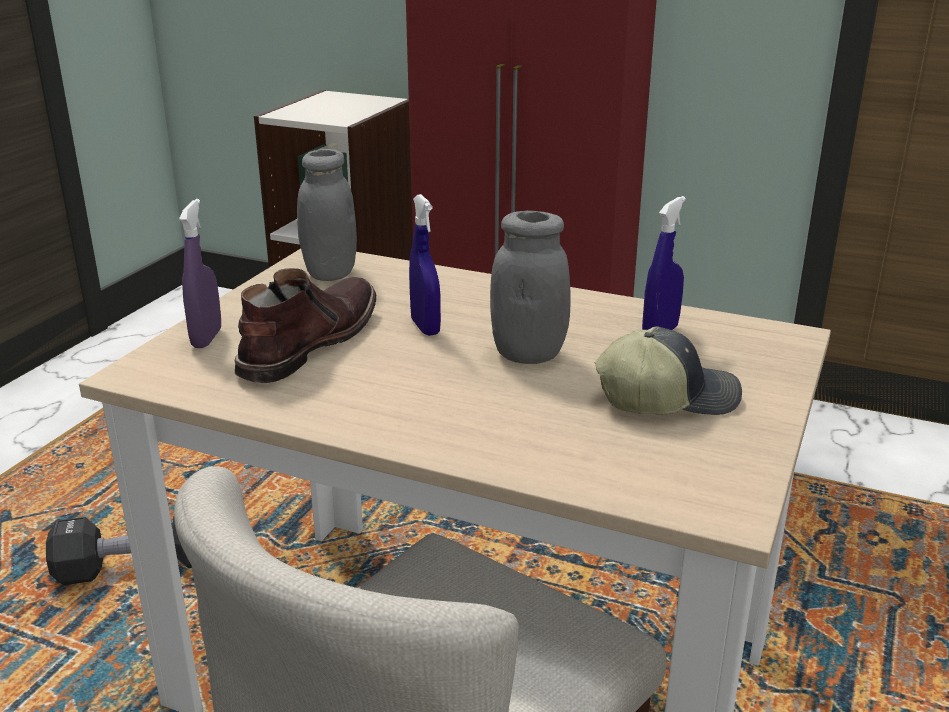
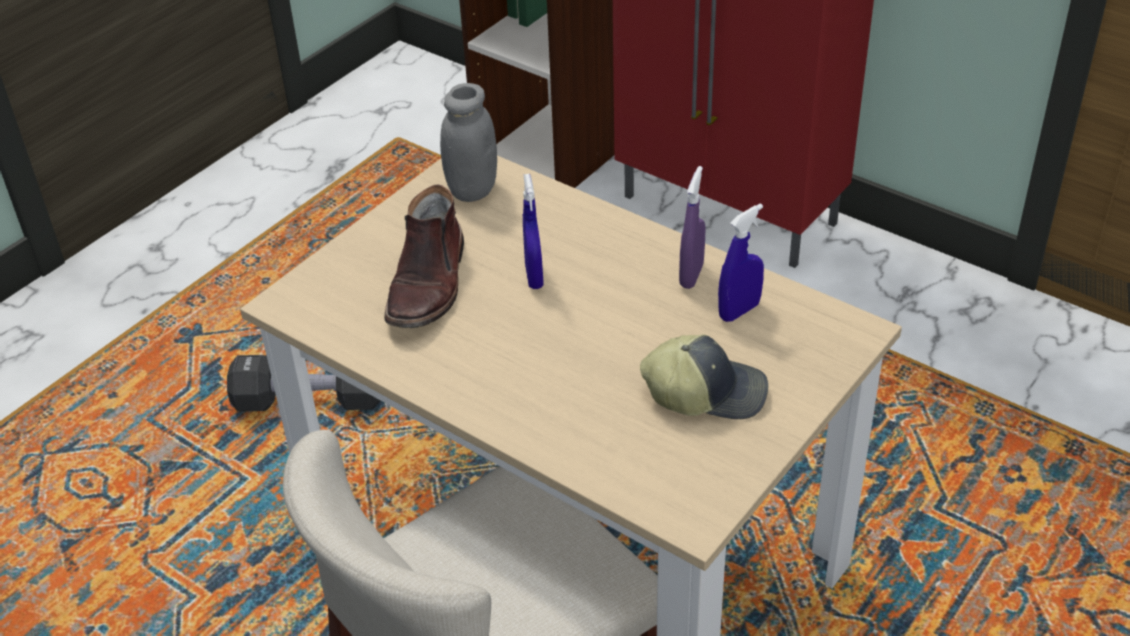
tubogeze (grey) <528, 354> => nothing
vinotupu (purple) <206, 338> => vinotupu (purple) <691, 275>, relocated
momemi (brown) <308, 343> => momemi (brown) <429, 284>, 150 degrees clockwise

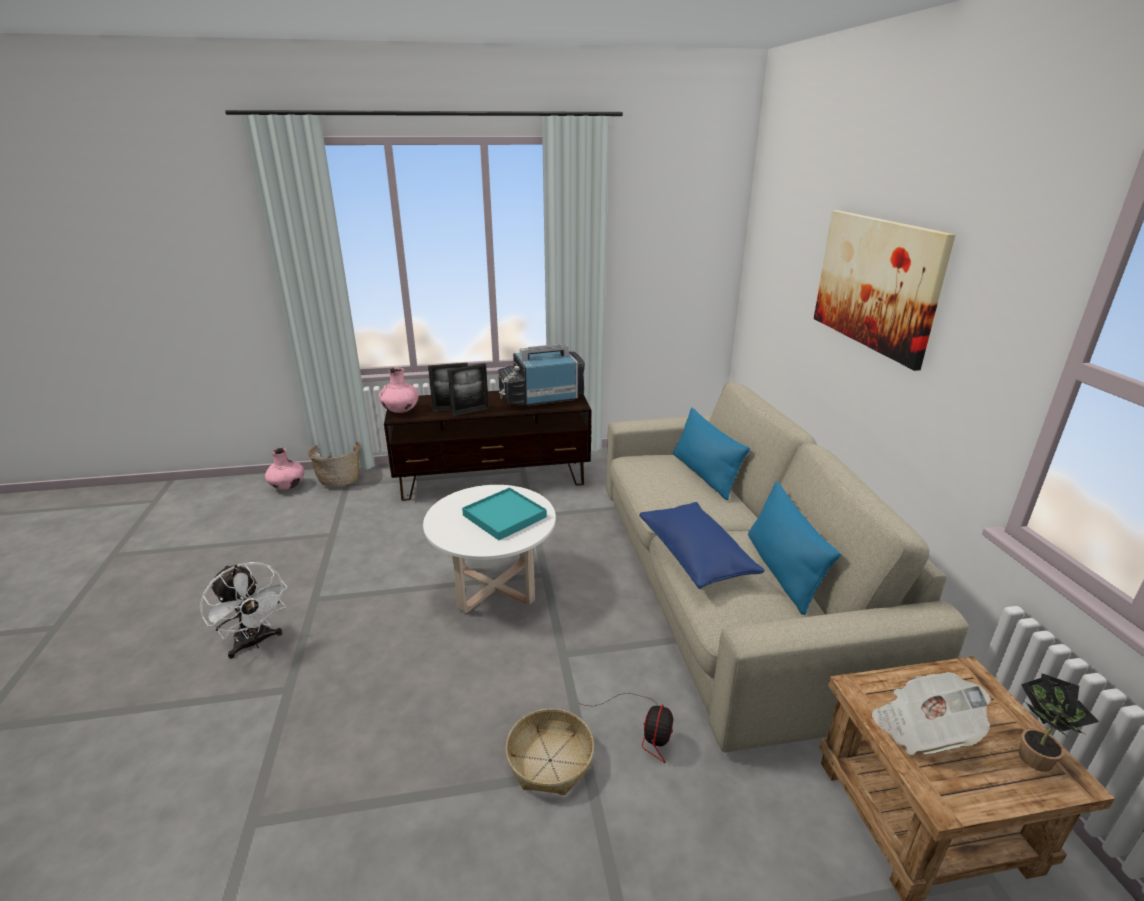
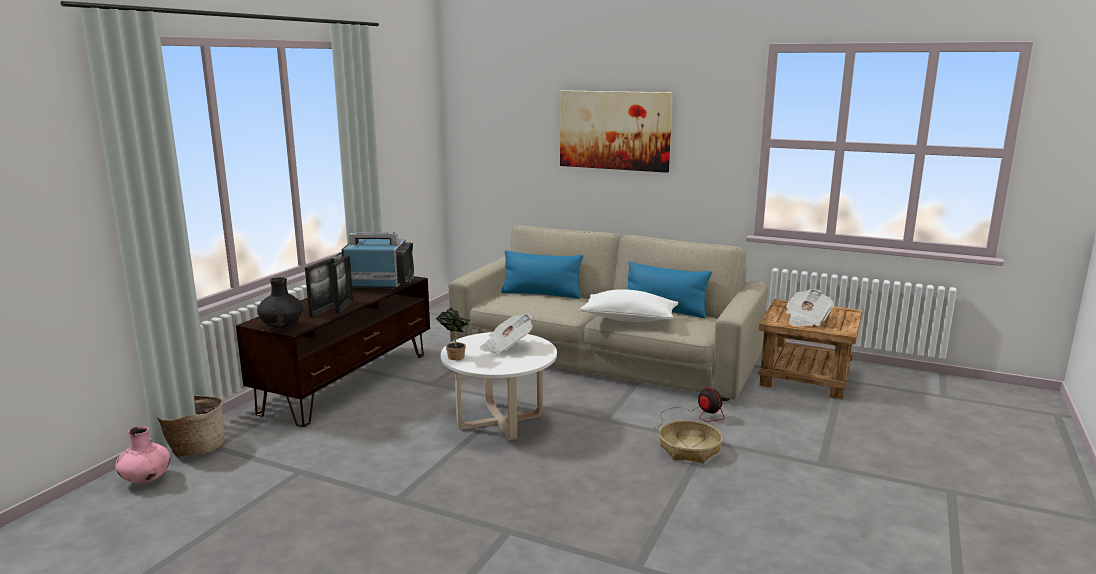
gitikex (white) <255, 643> => nothing
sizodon <1033, 754> => sizodon <454, 356>, relocated
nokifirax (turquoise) <504, 516> => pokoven <506, 347>
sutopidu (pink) <400, 411> => sutopidu (black) <281, 326>
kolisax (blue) <695, 557> => kolisax (white) <629, 319>
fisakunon <540, 398> => fisakunon <372, 284>, 75 degrees clockwise

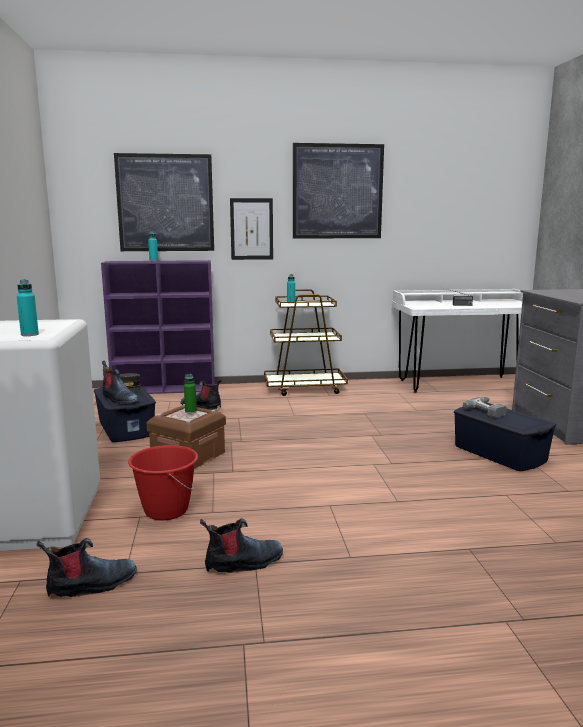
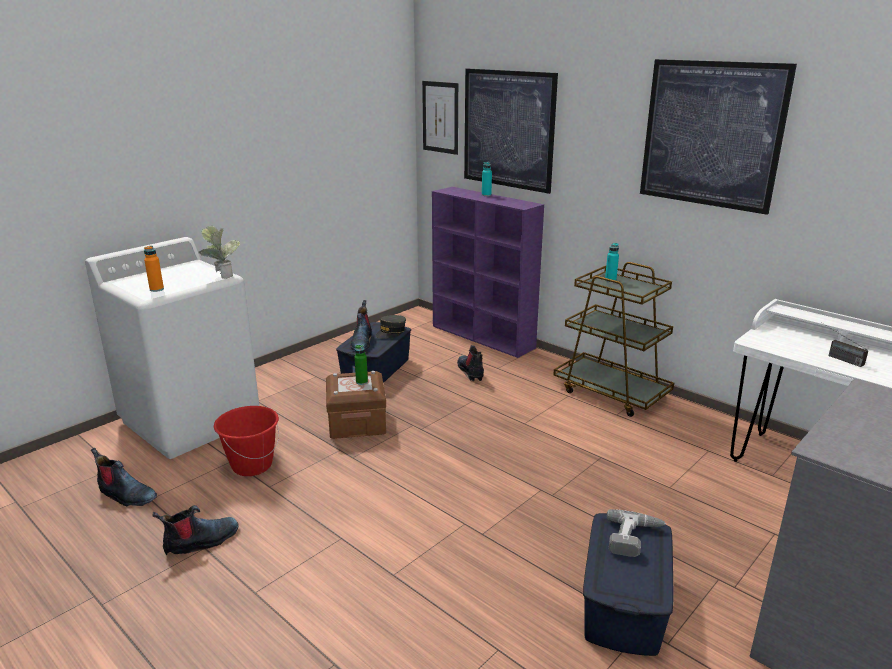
nothing => sizodon <222, 275>
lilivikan <251, 229> => lilivikan <440, 117>, relocated
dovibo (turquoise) <29, 334> => dovibo (orange) <156, 289>
momemi <243, 563> => momemi <201, 542>, 60 degrees counterclockwise

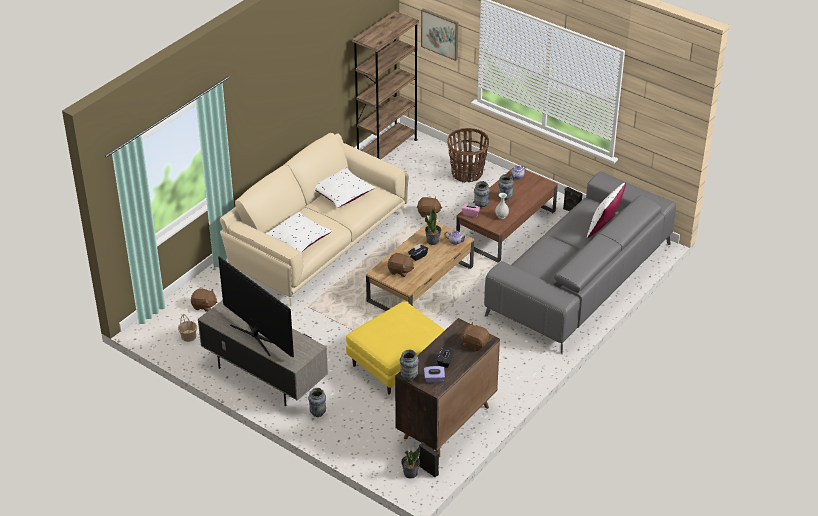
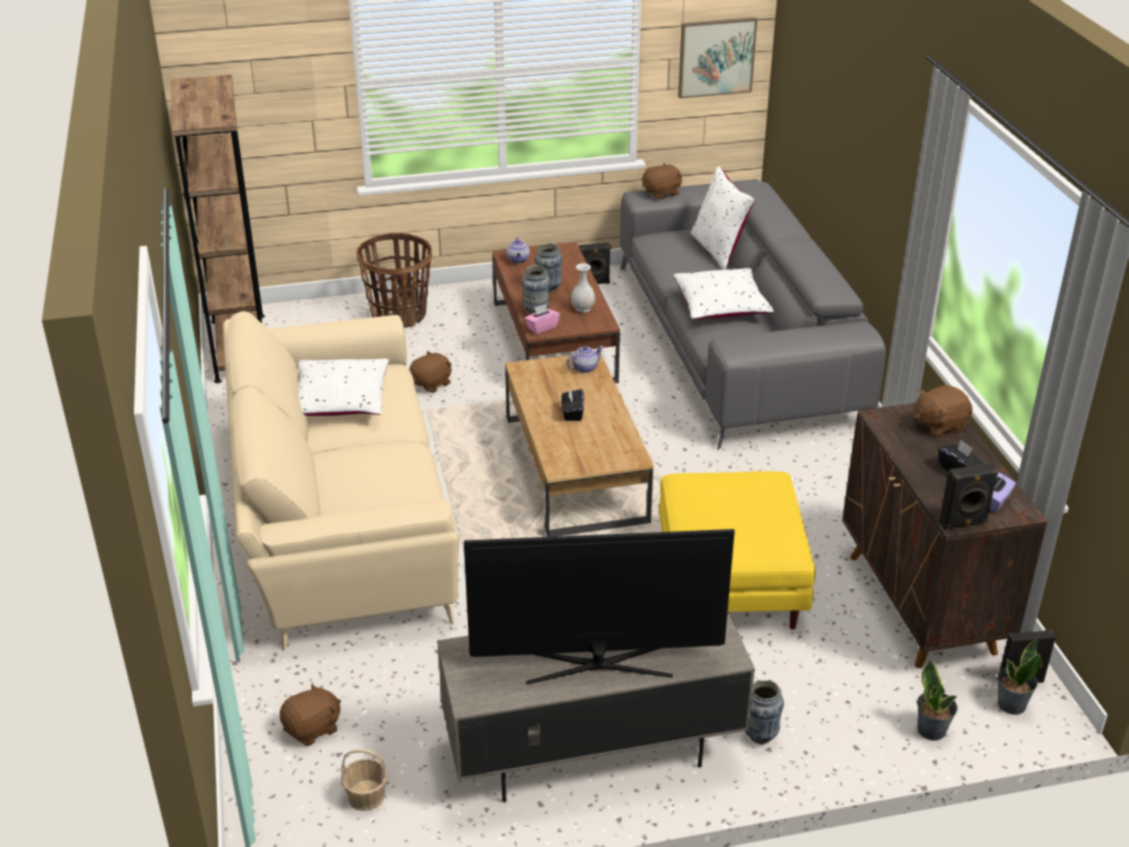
kolisax (white) <298, 240> => kolisax (white) <721, 306>, relocated
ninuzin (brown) <400, 271> => ninuzin (brown) <662, 193>, relocated
lilivikan <440, 34> => lilivikan <716, 57>, relocated
sizodon <433, 241> => sizodon <932, 730>, relocated
sutopidu <409, 377> => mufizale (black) <964, 523>

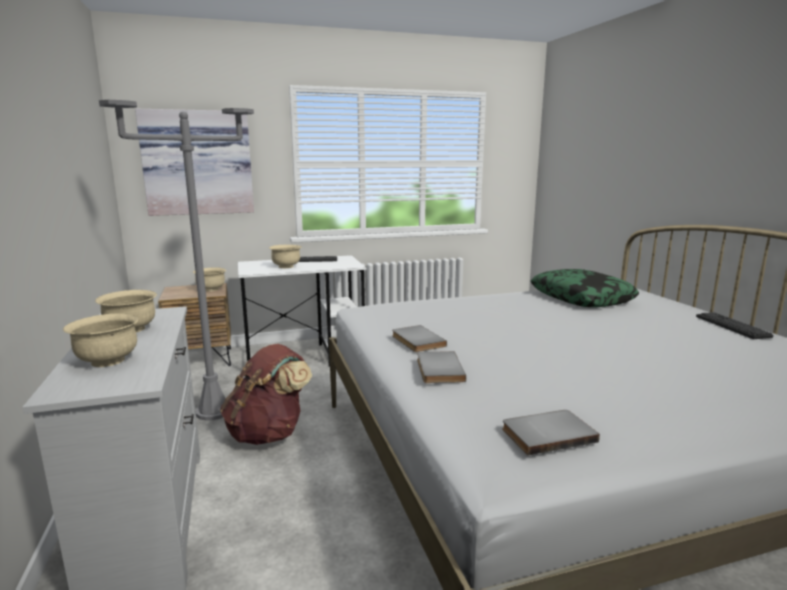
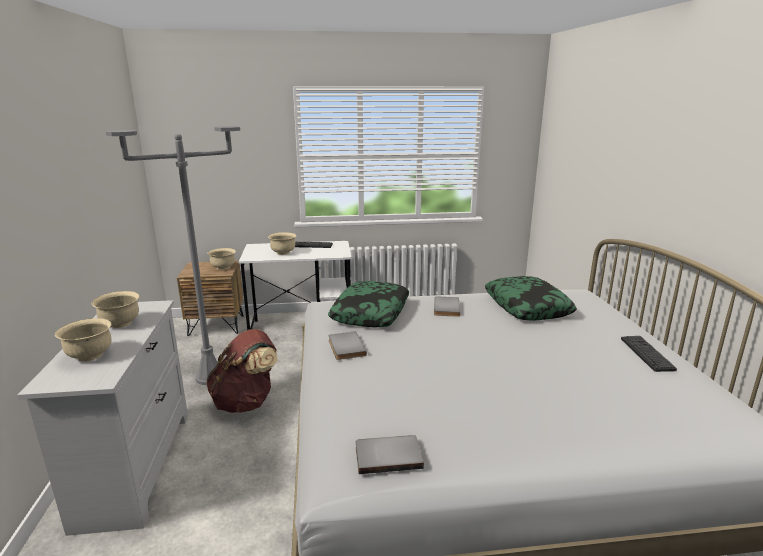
lilivikan <198, 163> => nothing
nothing => kolisax <371, 313>
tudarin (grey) <437, 369> => tudarin (grey) <445, 308>, relocated

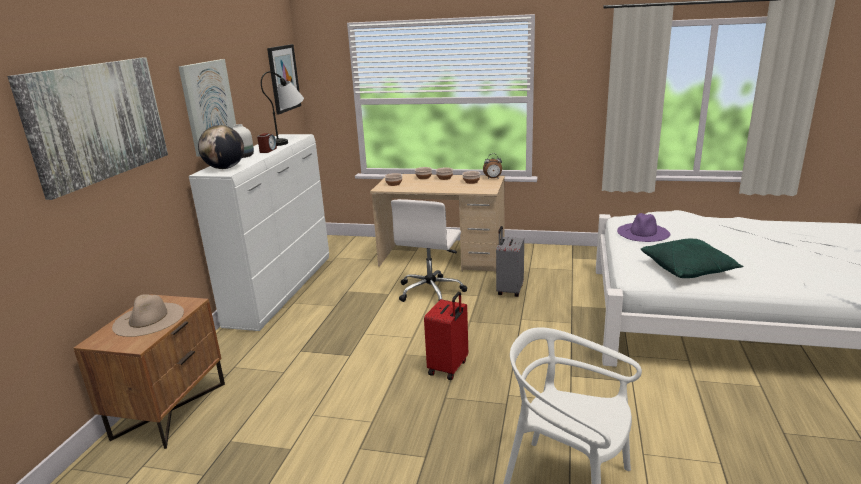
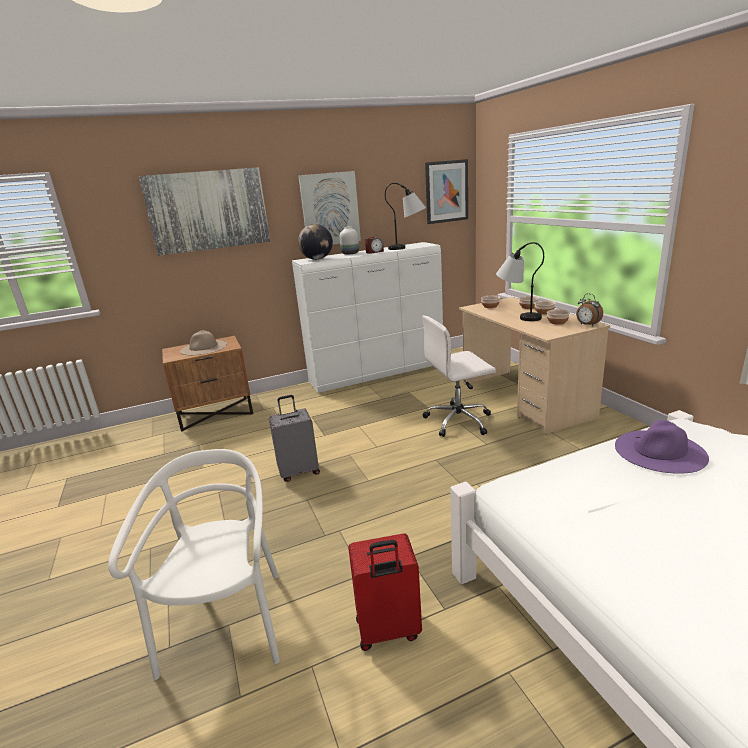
kolisax (green) <688, 269> => nothing
nothing => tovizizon <517, 316>
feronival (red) <449, 368> => feronival (red) <388, 631>, relocated
feronival (grey) <509, 290> => feronival (grey) <299, 471>, relocated

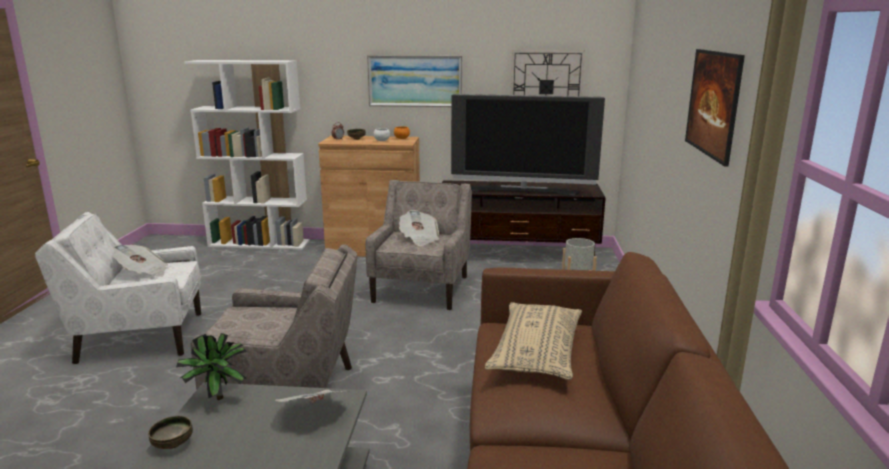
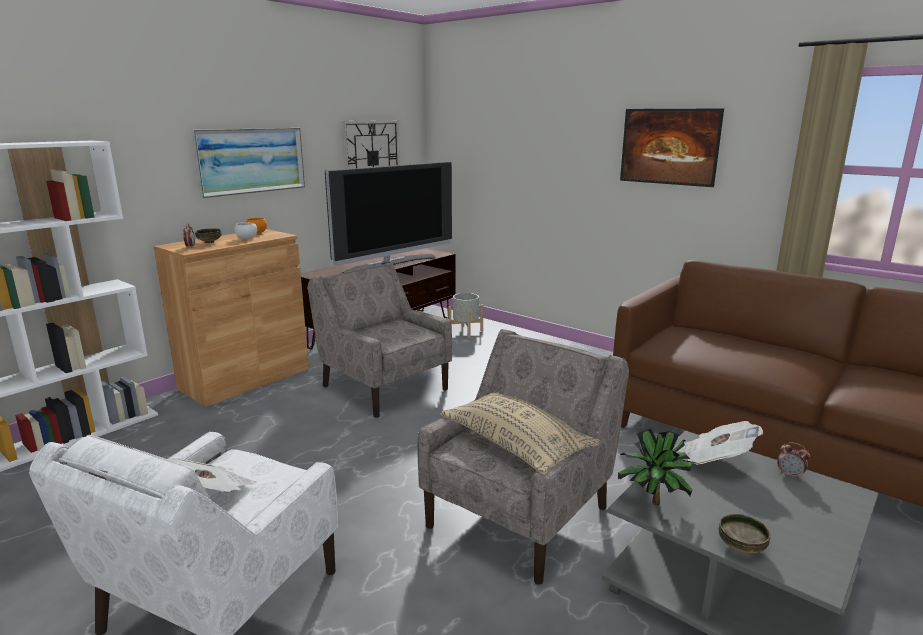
pokoven <419, 239> => nothing
nothing => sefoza <790, 475>
kolisax (beige) <536, 354> => kolisax (beige) <516, 444>, relocated

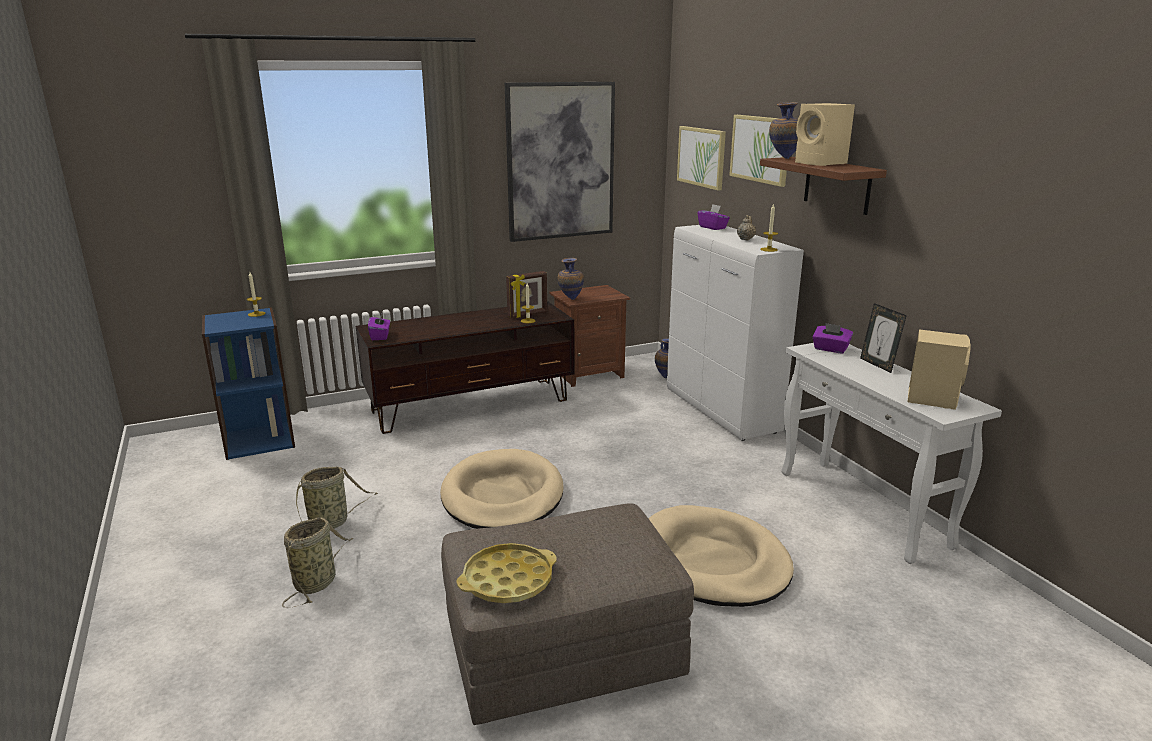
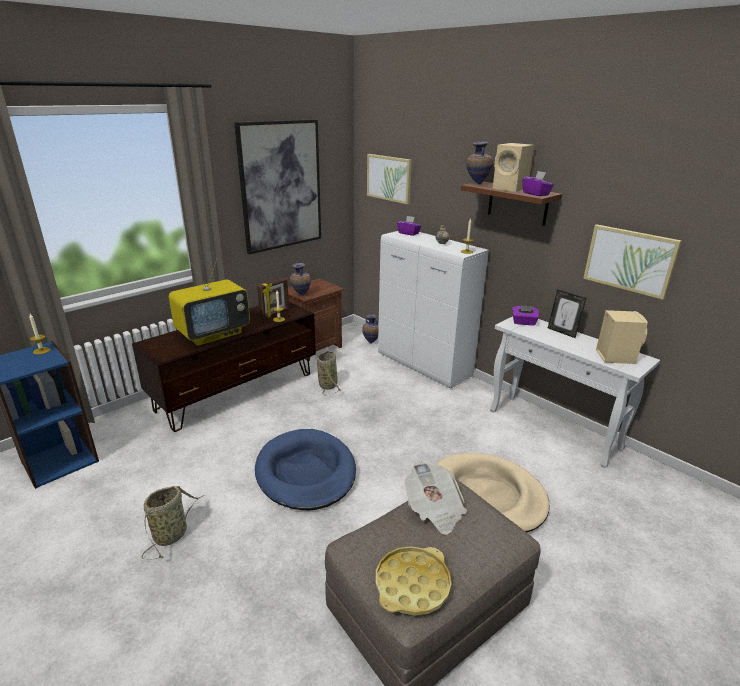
nothing => fisakunon <214, 334>
nothing => pokoven <434, 510>
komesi <317, 582> => komesi <328, 384>, relocated
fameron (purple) <380, 336> => fameron (purple) <536, 194>, relocated
lilivikan <760, 149> => lilivikan <629, 260>, relocated
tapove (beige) <502, 496> => tapove (blue) <306, 472>

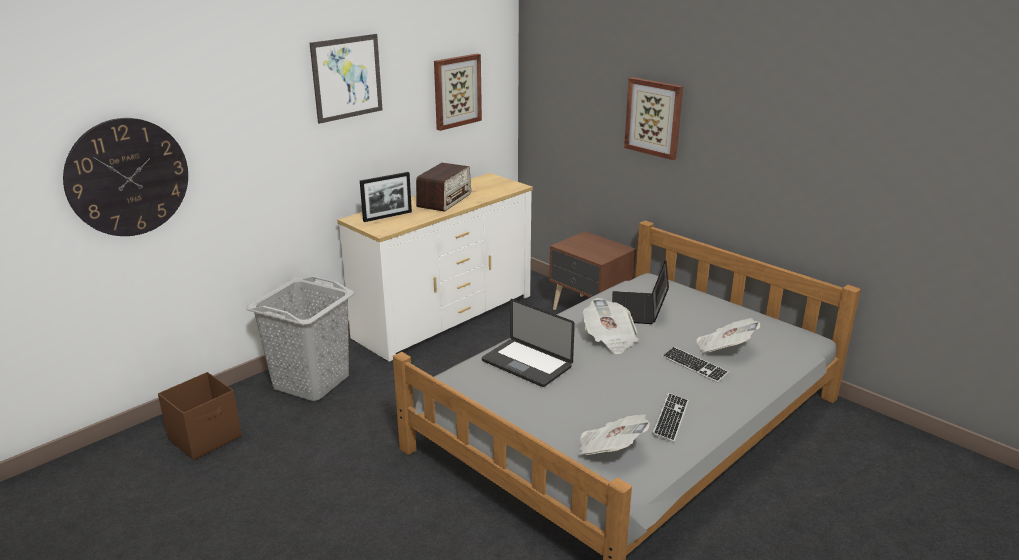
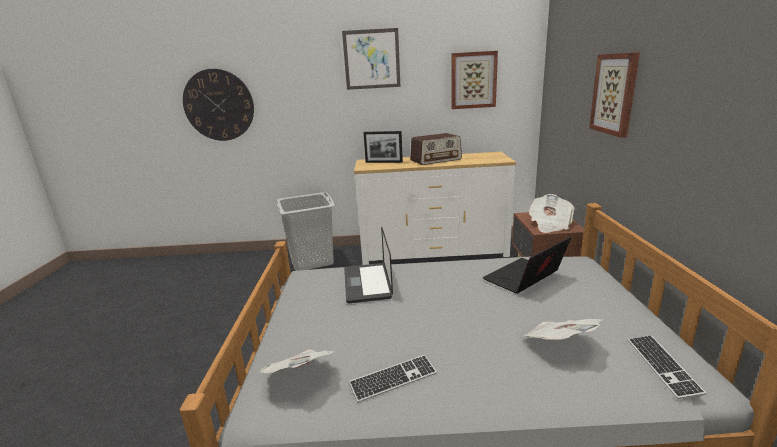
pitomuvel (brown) <206, 438> => nothing
pokoven <609, 339> => pokoven <549, 225>, relocated
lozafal <694, 366> => lozafal <662, 366>, relocated

